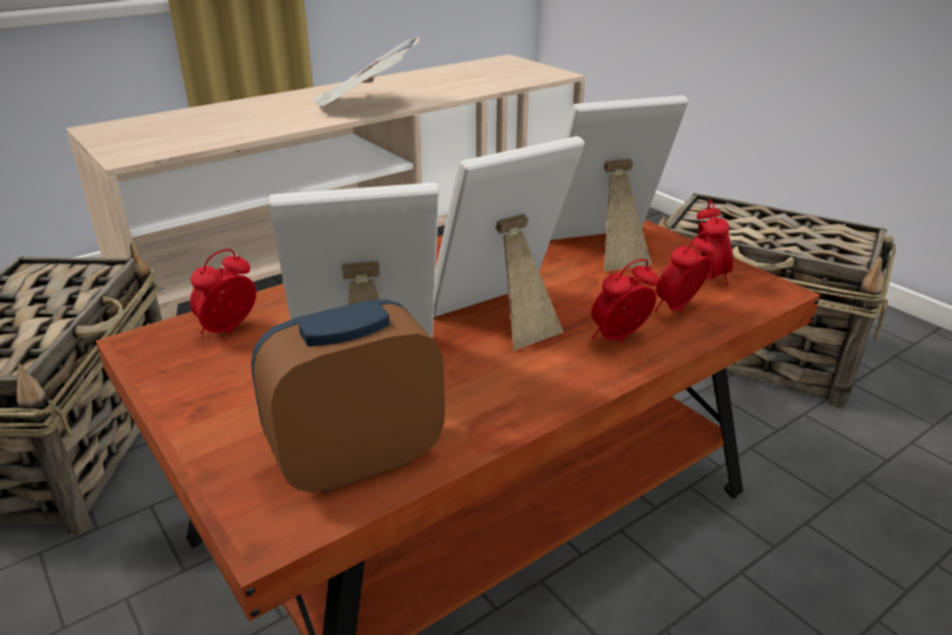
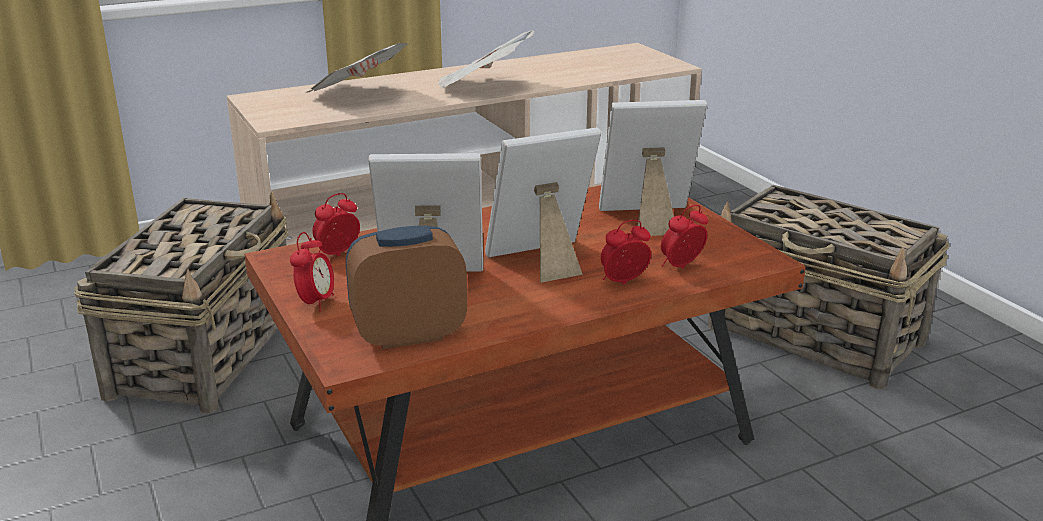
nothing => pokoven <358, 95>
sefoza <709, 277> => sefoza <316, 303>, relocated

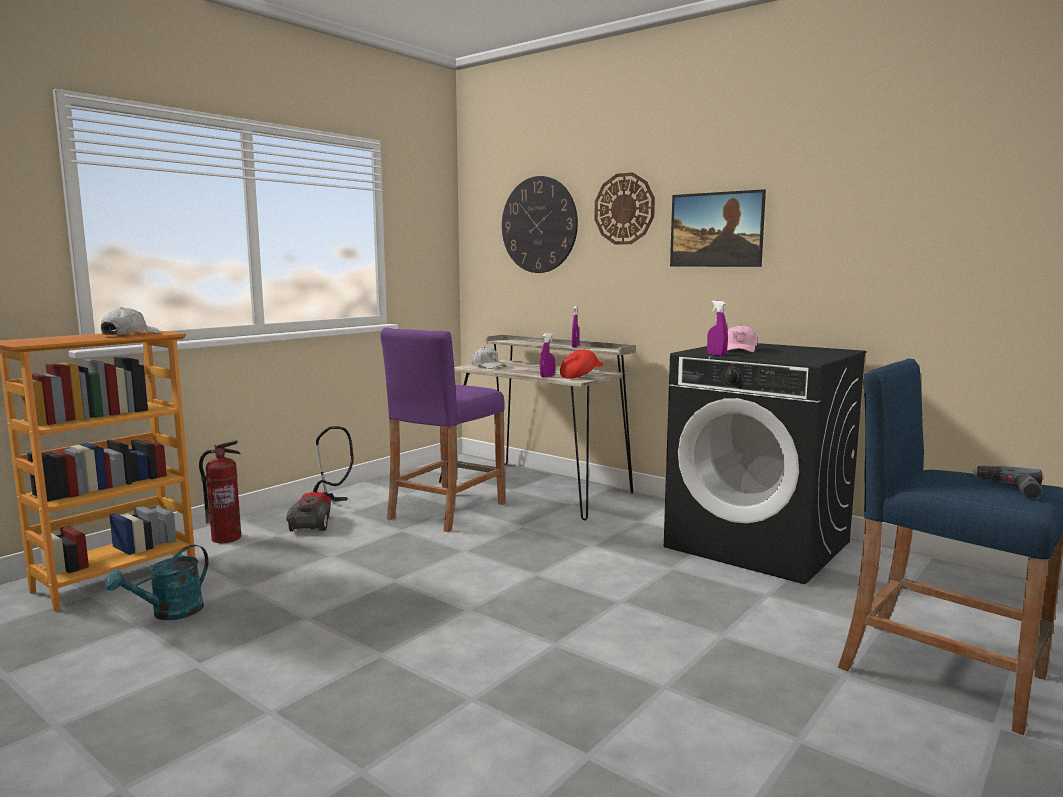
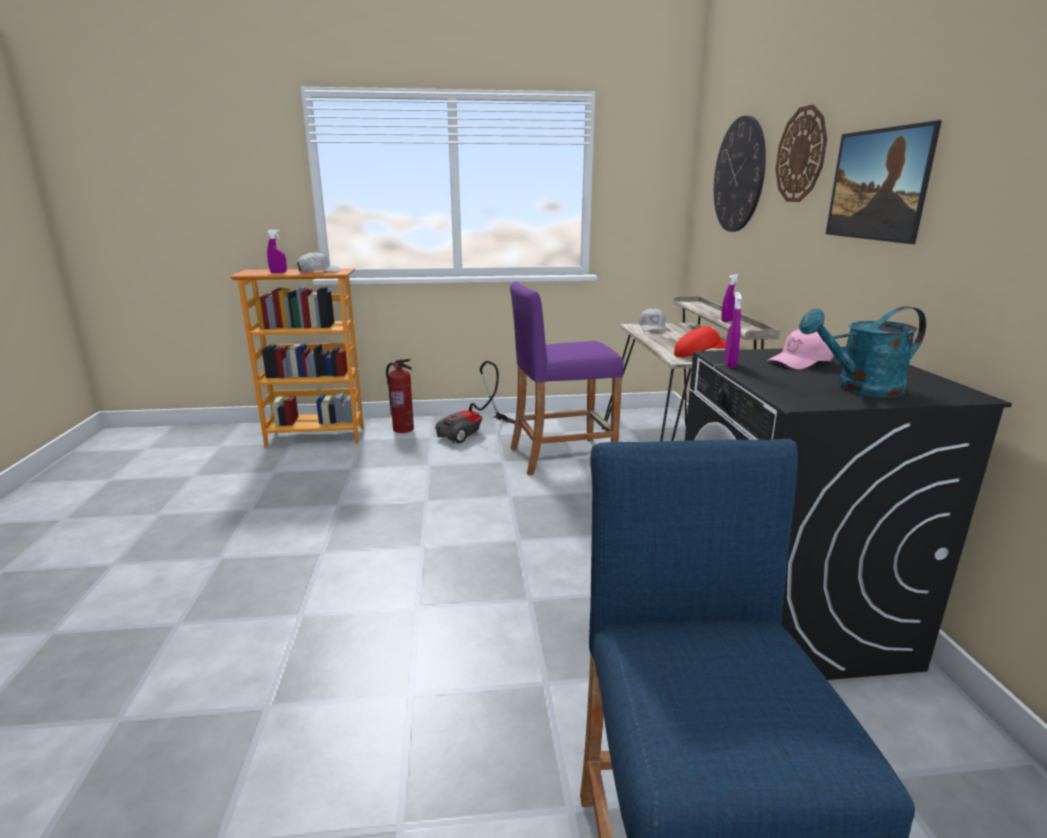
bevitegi <1009, 488> => nothing
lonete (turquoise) <169, 613> => lonete (turquoise) <859, 389>, relocated
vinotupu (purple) <547, 376> => vinotupu (purple) <278, 272>, relocated

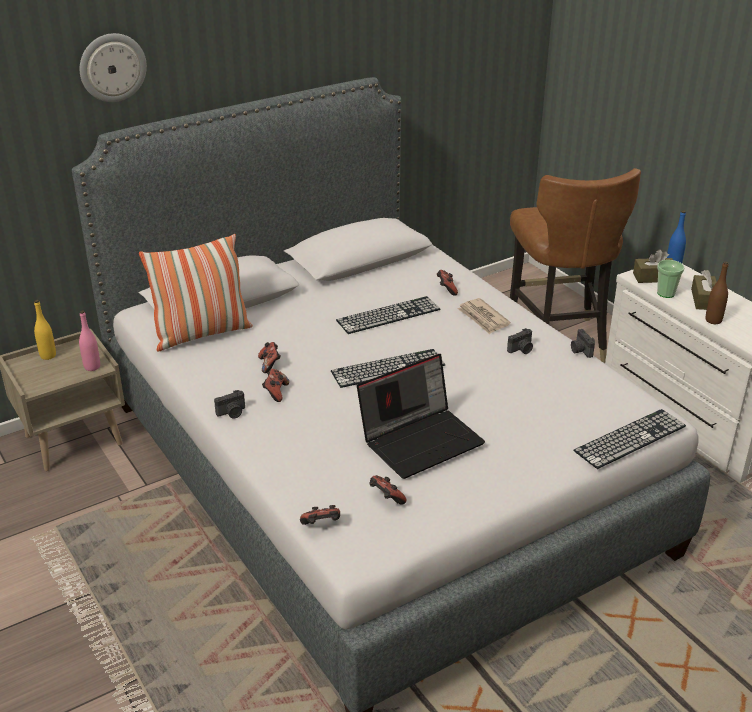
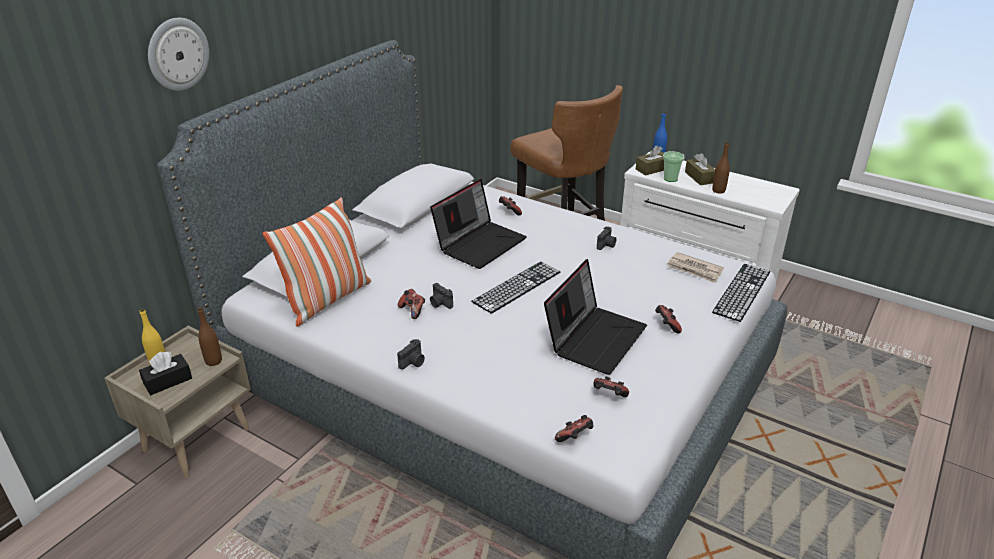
nothing => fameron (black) <168, 381>
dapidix <275, 392> => dapidix <666, 326>, relocated
pokoven <483, 318> => pokoven <694, 270>, relocated
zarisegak <580, 351> => zarisegak <440, 303>, relocated
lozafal <388, 315> => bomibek <480, 243>
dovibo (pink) <92, 367> => dovibo (brown) <213, 361>

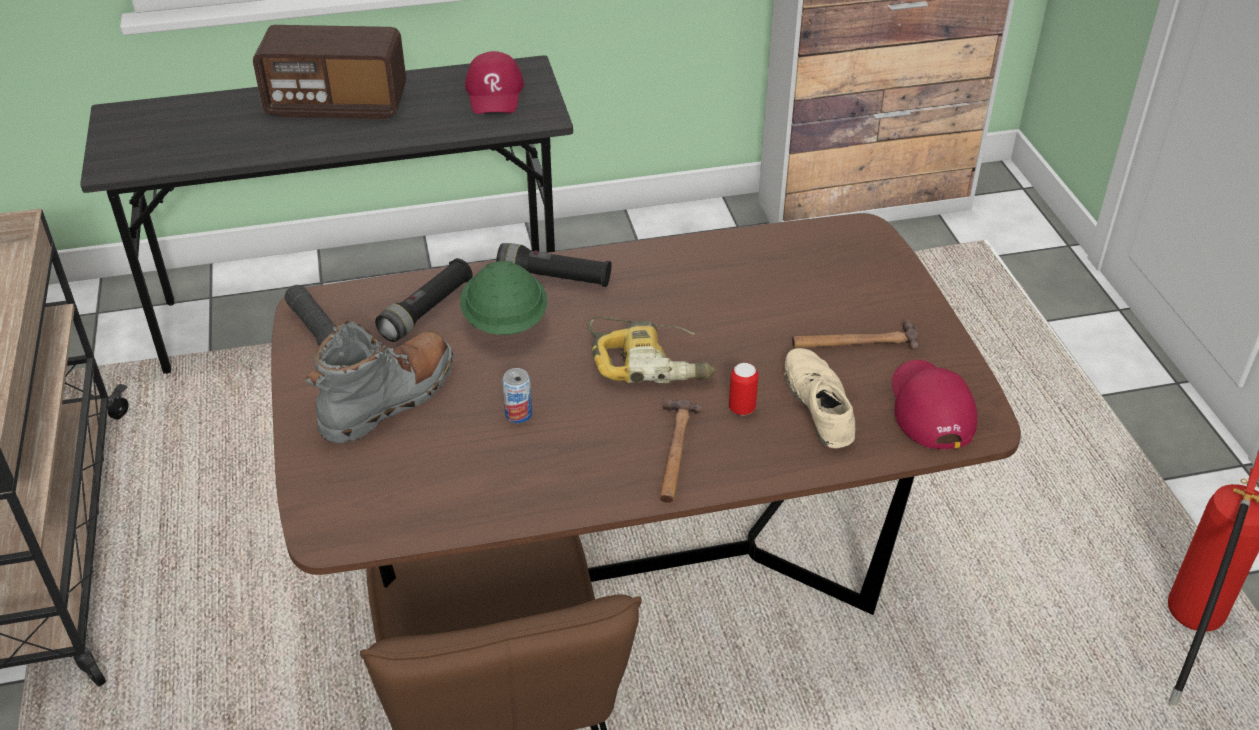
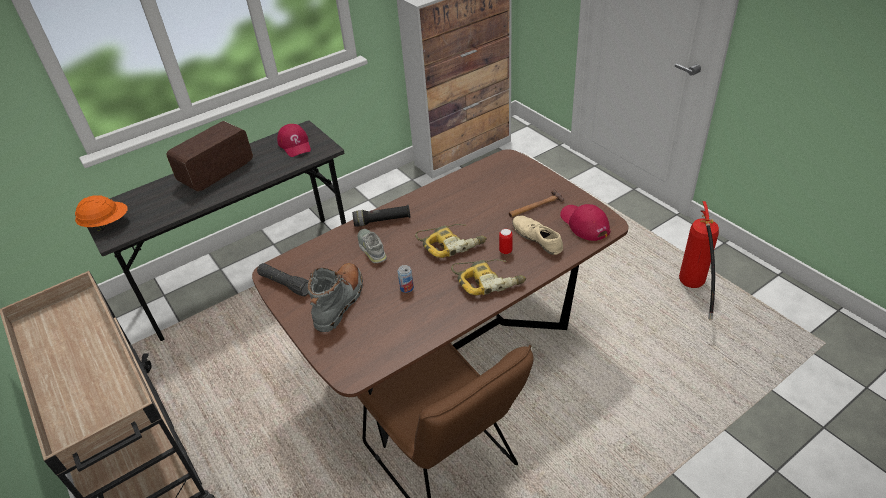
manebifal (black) <427, 311> => nothing
nothing => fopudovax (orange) <107, 224>
fopudovax (green) <504, 322> => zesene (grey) <372, 248>
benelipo <674, 452> => bevitegi <488, 280>
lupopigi <337, 105> => lupopigi <217, 172>, 150 degrees clockwise

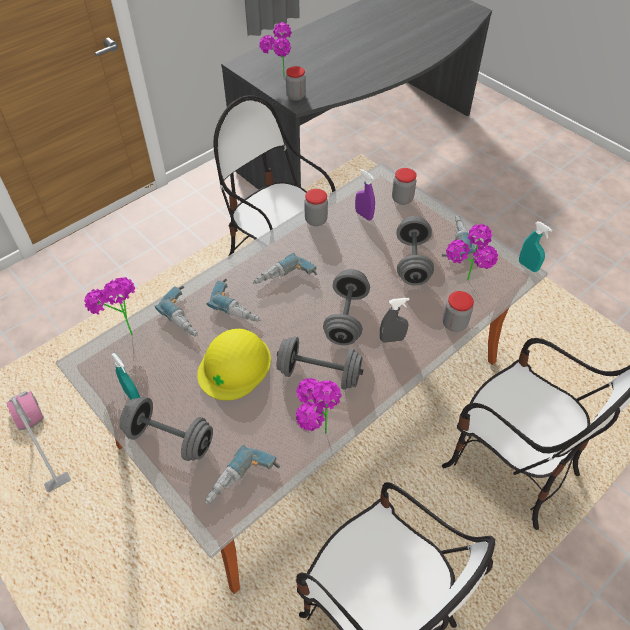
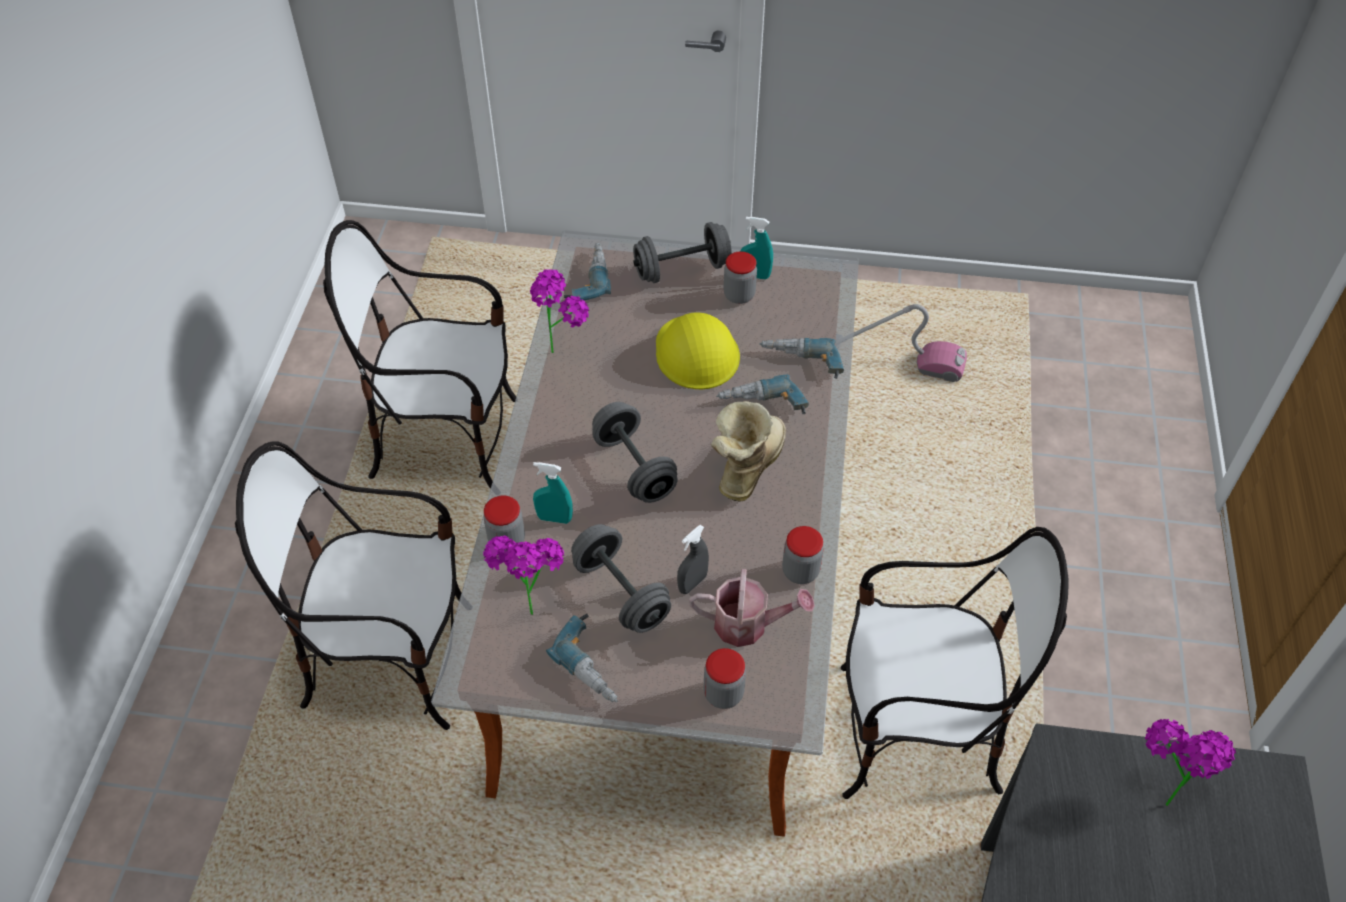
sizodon <124, 330> => nothing
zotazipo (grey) <319, 374> => nothing
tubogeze <296, 96> => tubogeze <739, 295>, relocated
vinotupu (grey) <392, 339> => vinotupu (grey) <692, 583>, relocated
vinotupu (turquoise) <528, 266> => vinotupu (turquoise) <554, 518>, relocated
bevitegi <285, 280> => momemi <746, 466>
vinotupu (purple) <364, 215> => lonete <748, 624>

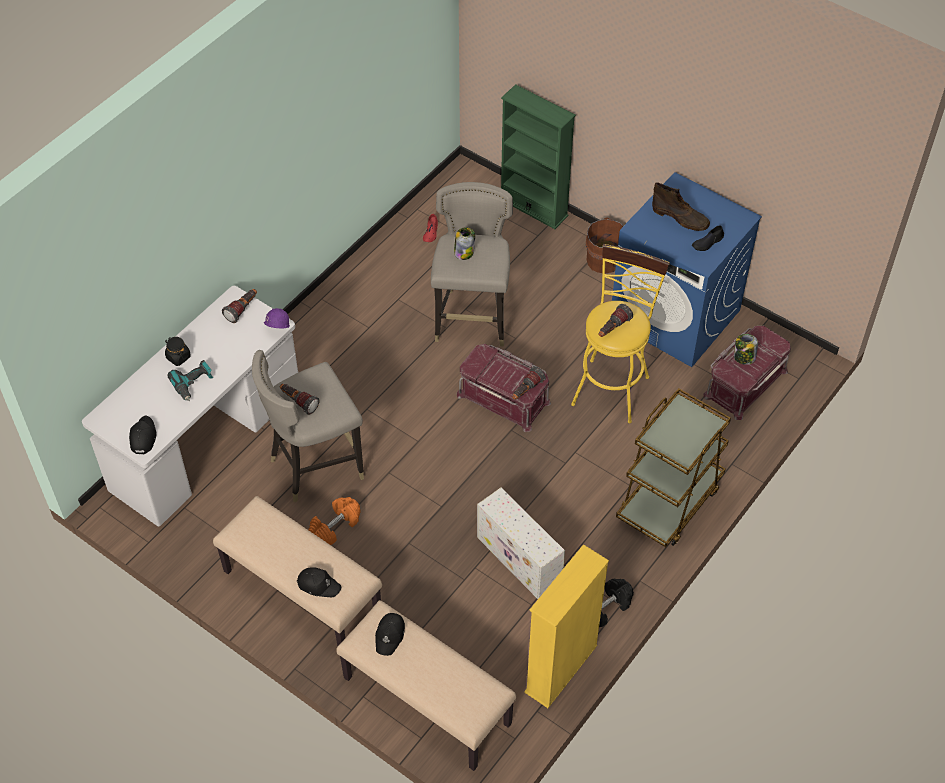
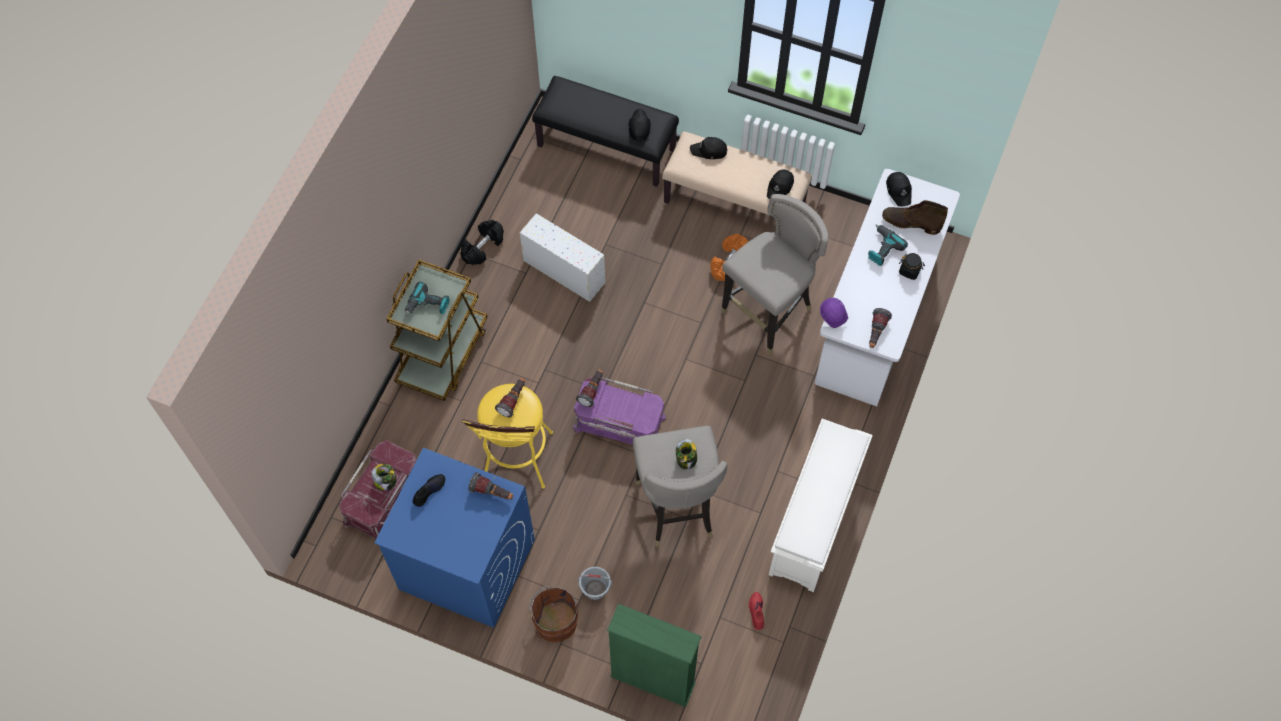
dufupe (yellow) <561, 669> => nothing
nothing => bevitegi <427, 306>
nothing => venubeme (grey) <595, 590>
nothing => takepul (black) <780, 187>
nothing => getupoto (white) <814, 523>
manebifal <298, 402> => manebifal <492, 492>, relocated
momemi (brown) <680, 218> => momemi (brown) <910, 222>, relocated
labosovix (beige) <425, 701> => labosovix (black) <607, 147>
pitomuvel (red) <504, 397> => pitomuvel (purple) <619, 423>

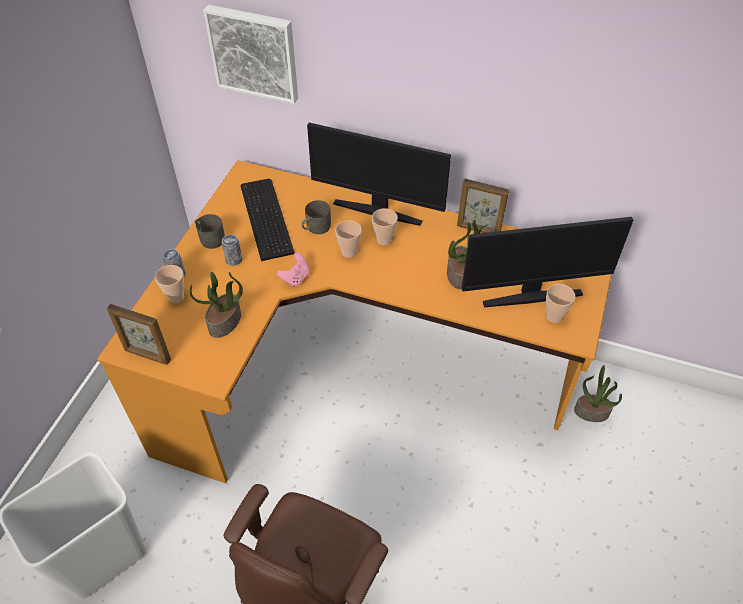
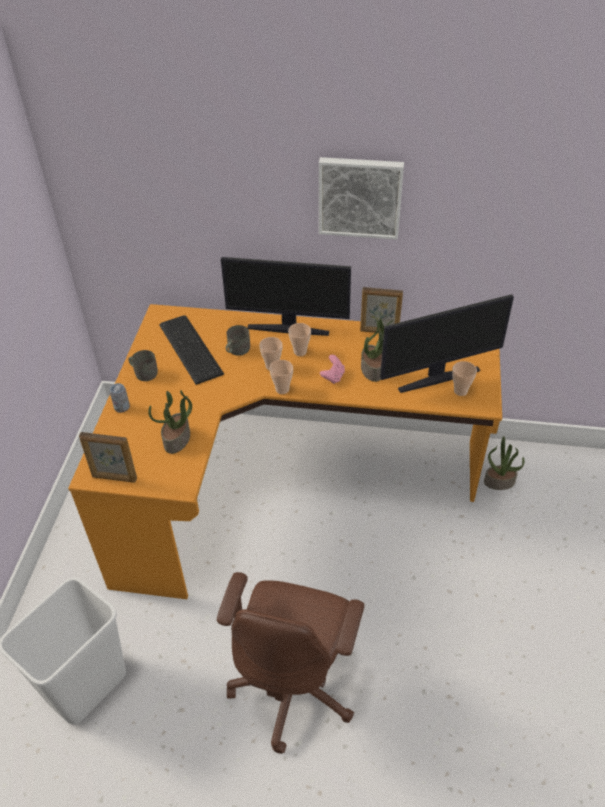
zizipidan <234, 260> => nothing
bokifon <176, 297> => bokifon <282, 389>, relocated
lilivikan <254, 53> => lilivikan <360, 196>, relocated
dapidix (pink) <295, 278> => dapidix (pink) <333, 377>, relocated

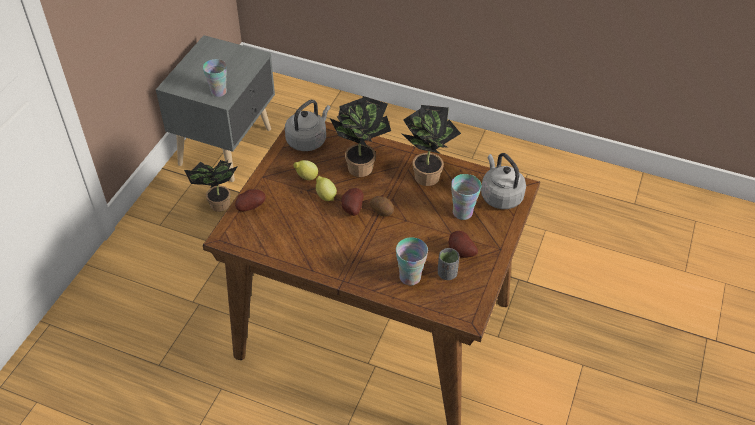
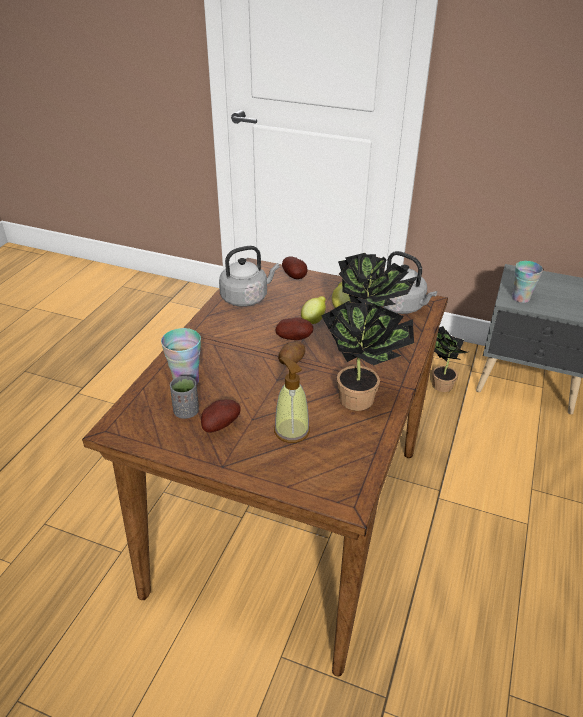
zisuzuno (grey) <500, 196> => zisuzuno (grey) <246, 298>, relocated
bokifon <462, 212> => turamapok <291, 430>

